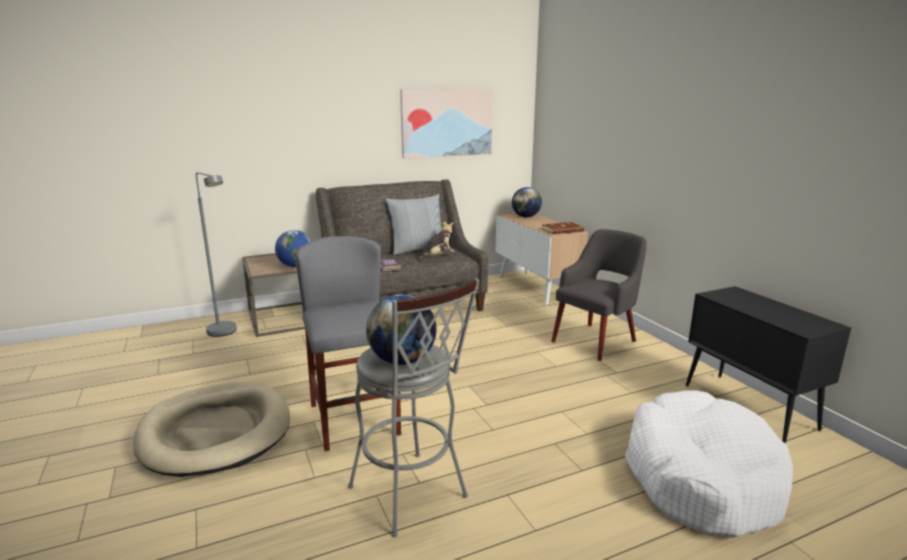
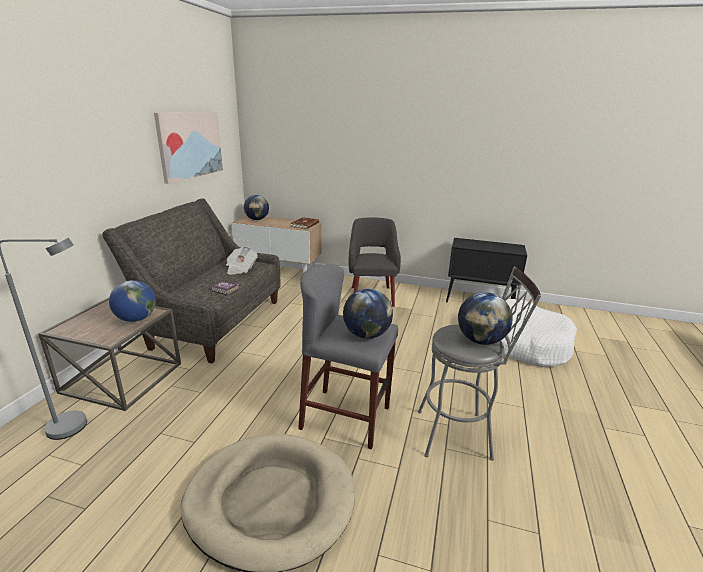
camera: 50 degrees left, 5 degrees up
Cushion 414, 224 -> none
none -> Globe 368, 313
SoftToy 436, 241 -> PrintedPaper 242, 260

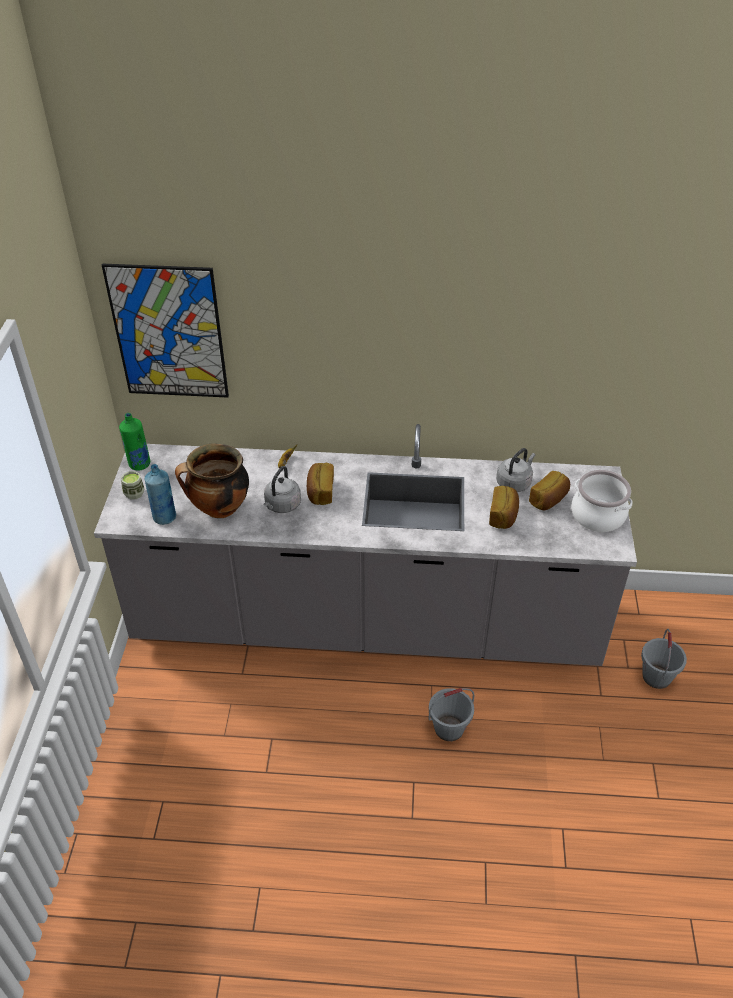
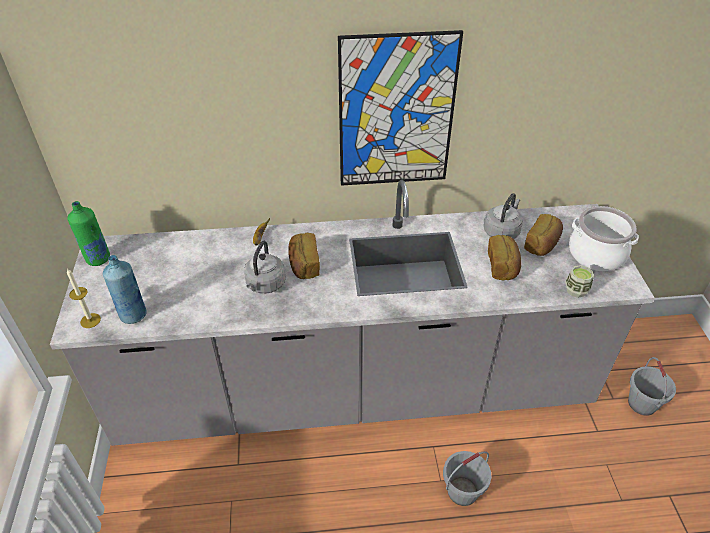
camera: 10 degrees left, 0 degrees up
Stockpot 212, 480 -> none
none -> WaxCandle 84, 298
Picture 165, 331 -> Picture 400, 108, moved
DrinkingCup 133, 485 -> DrinkingCup 579, 281, moved

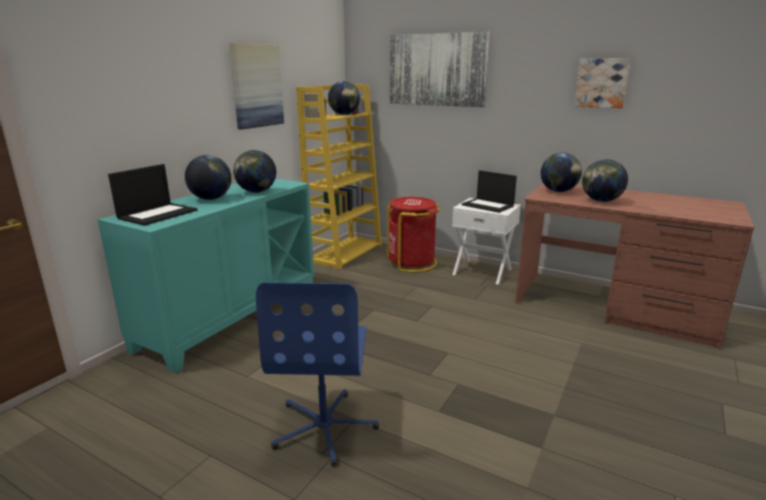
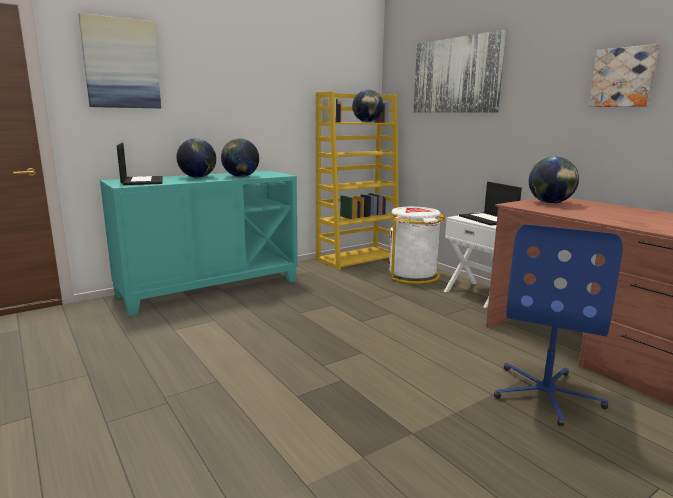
camera: 25 degrees right, 5 degrees down
Globe 605, 180 -> none
Picture 256, 86 -> Picture 119, 60, moved
BlueColouredOfficeChair 317, 374 -> BlueColouredOfficeChair 558, 325, moved
RedColouredRubbishBin 413, 234 -> WhitishRubbishBin 417, 245
PortableComputer 152, 195 -> PortableComputer 140, 164, 75 degrees counterclockwise

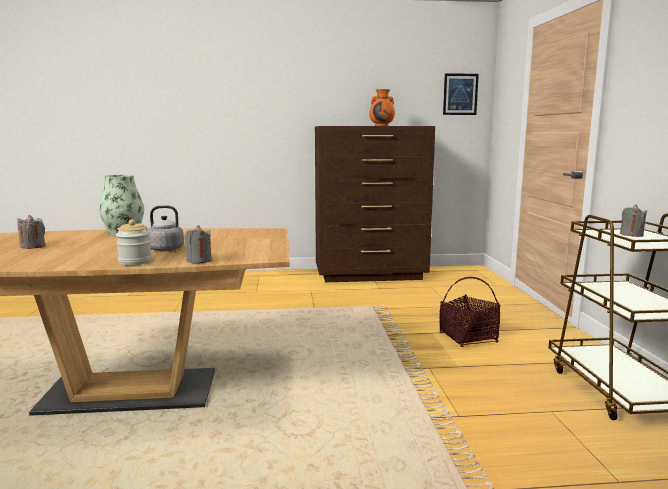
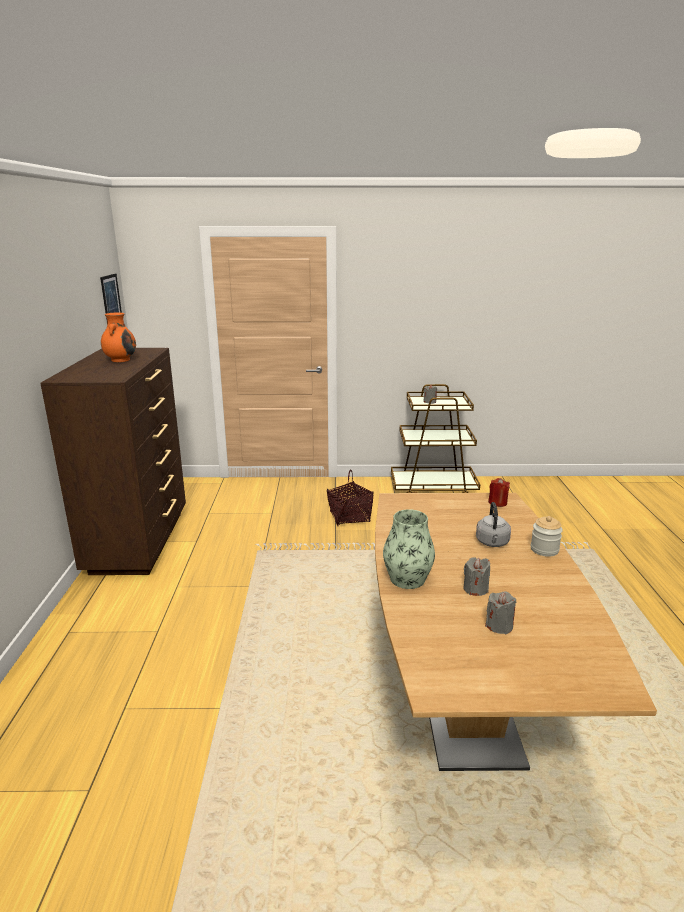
camera: 85 degrees left, 10 degrees up
none -> RedColouredWaxCandle 499, 492
GreyishWaxCandle 198, 244 -> GreyishWaxCandle 476, 576, moved

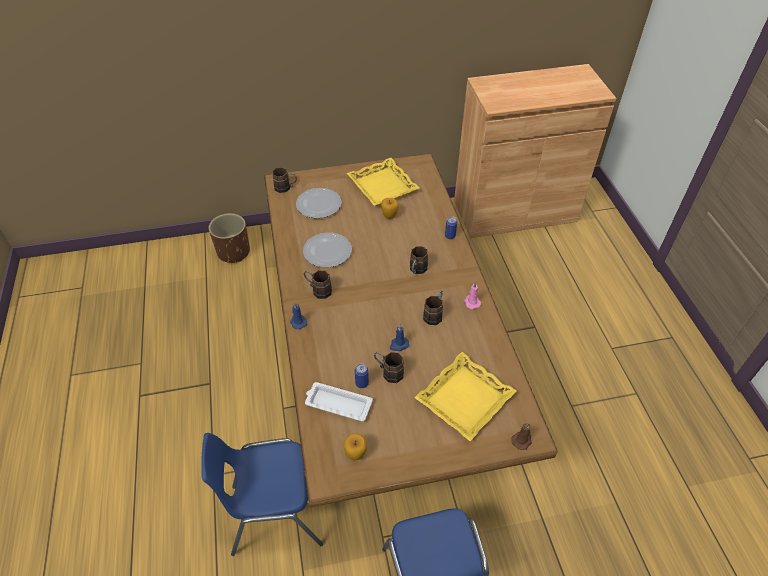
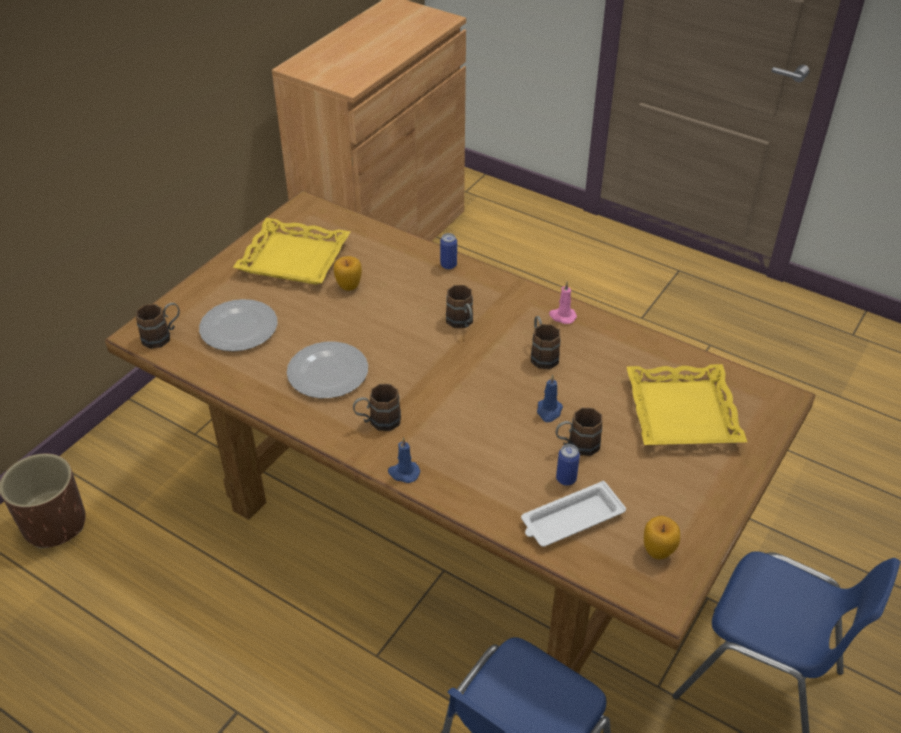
camera: 45 degrees left, 5 degrees down
BrownWaxCandle 521, 436 -> none

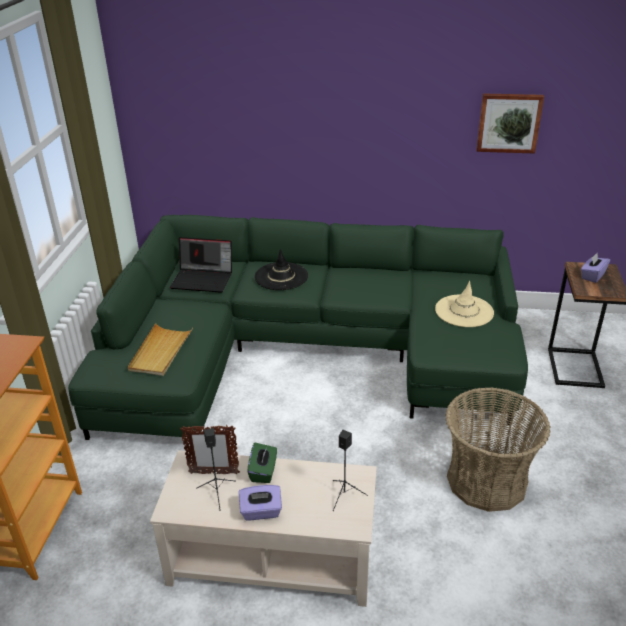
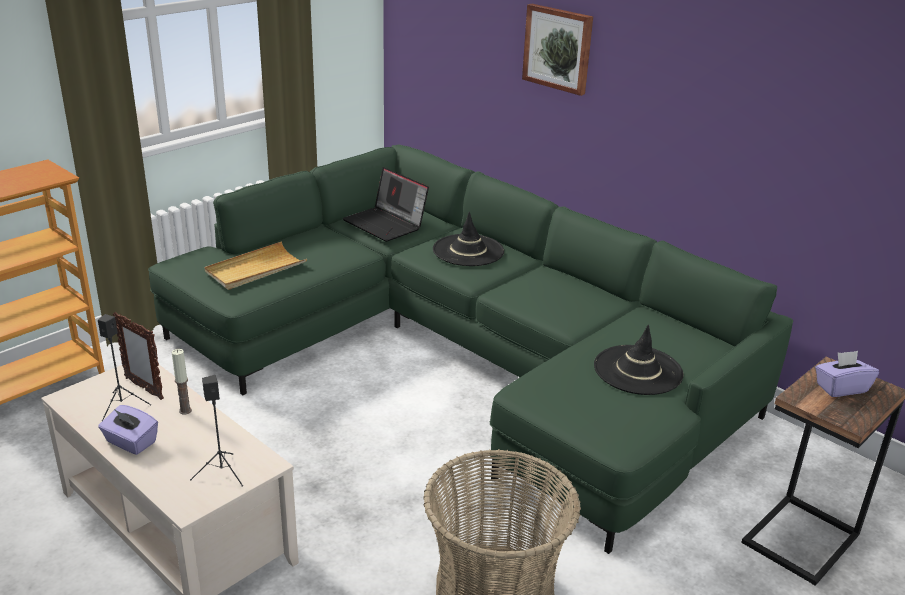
camera: 35 degrees right, 5 degrees down
Picture 510, 124 -> Picture 557, 50, moved
GreenishTissueBox 262, 463 -> WaxCandle 182, 382
BeigeClothingHat 464, 304 -> BlackishClothingHat 639, 359

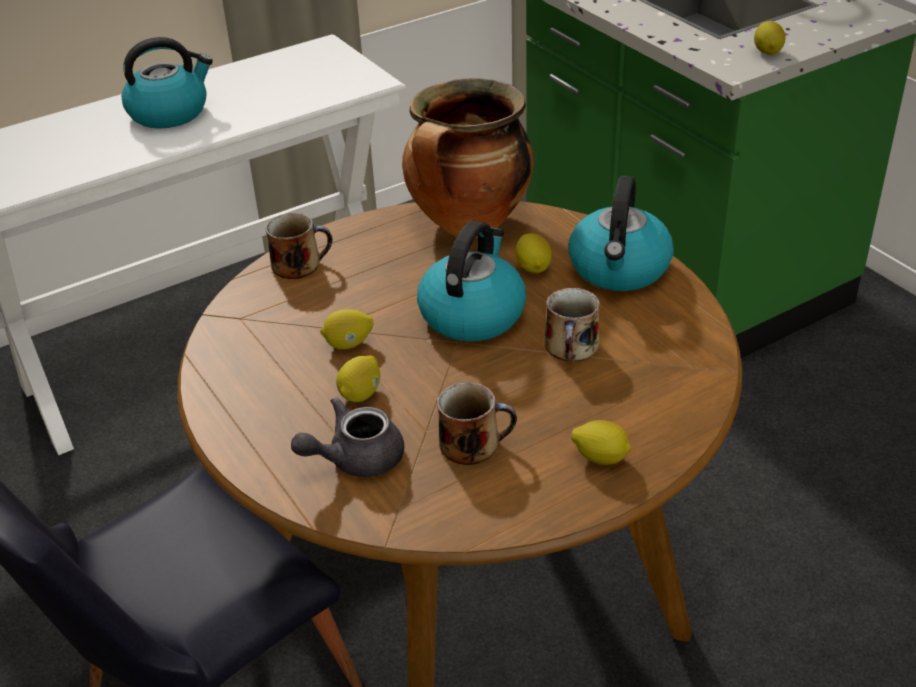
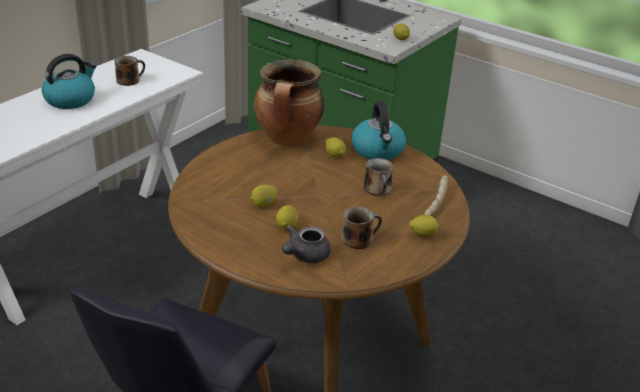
camera: 25 degrees left, 5 degrees down
TeaKettle 471, 281 -> none
none -> Bread 436, 195
CoffeeMug 299, 246 -> CoffeeMug 129, 71, moved

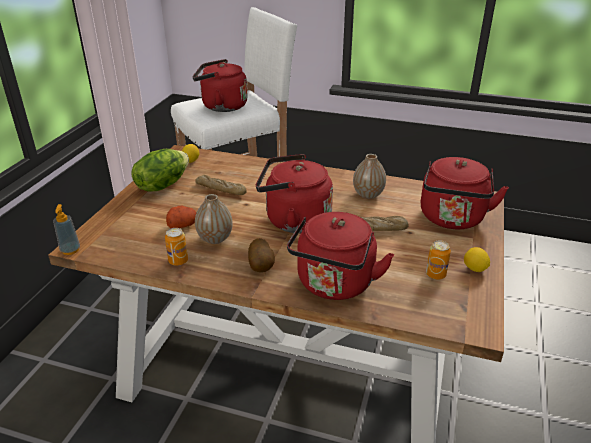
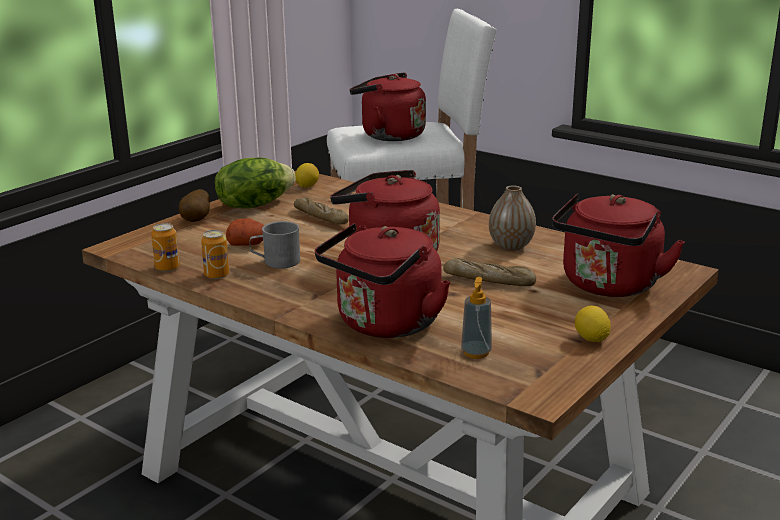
camera: 20 degrees right, 10 degrees down
LiquidSoapBottle 66, 229 -> LiquidSoapBottle 476, 318, moved
Spud 261, 255 -> Spud 194, 205, moved
SealedCan 438, 260 -> SealedCan 165, 247, moved
Vase 214, 219 -> GreyishCoffeeMug 274, 245

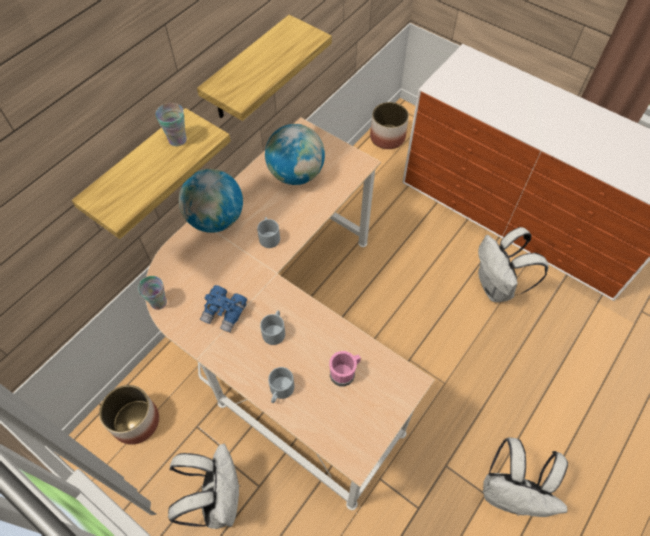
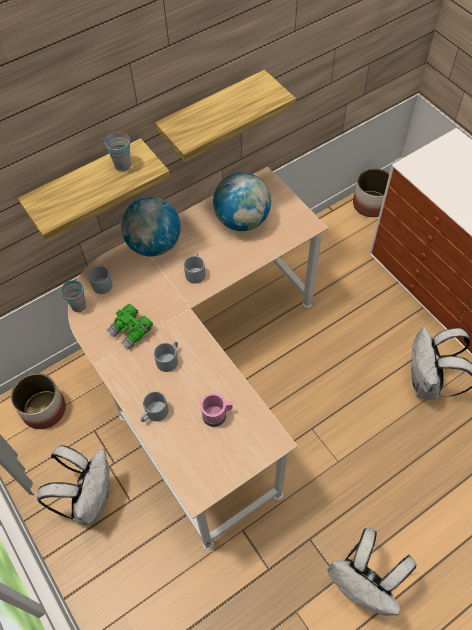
camera: 20 degrees right, 0 degrees up
none -> GreyishCoffeeMug 100, 279
BlueColouredBinoculars 223, 309 -> GreenishBinoculars 130, 327

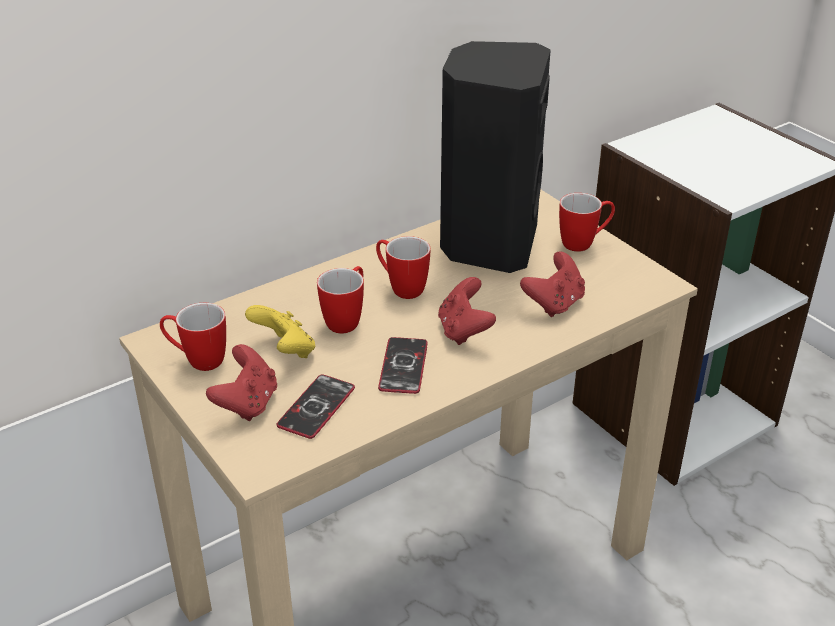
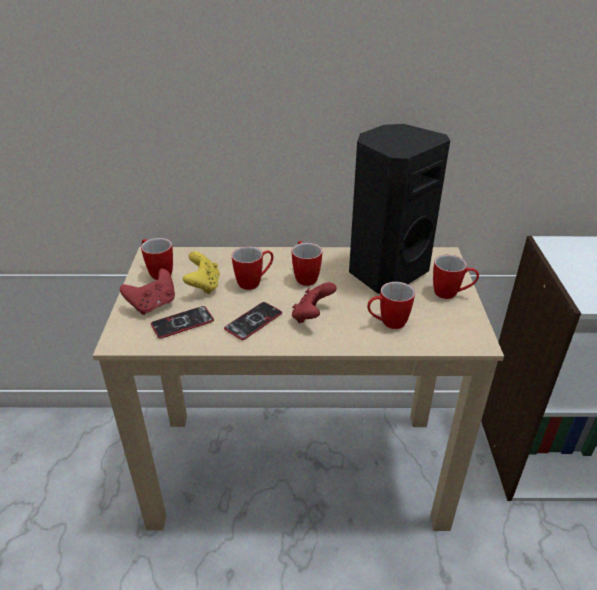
camera: 35 degrees right, 0 degrees up
RedColouredGameController 552, 284 -> CoffeeMug 391, 305

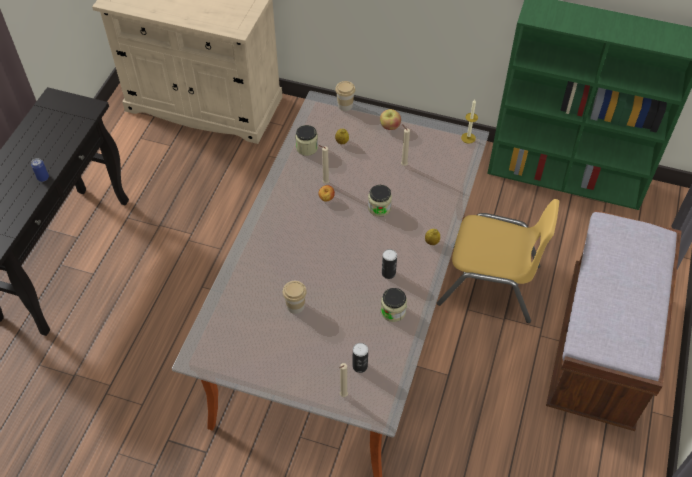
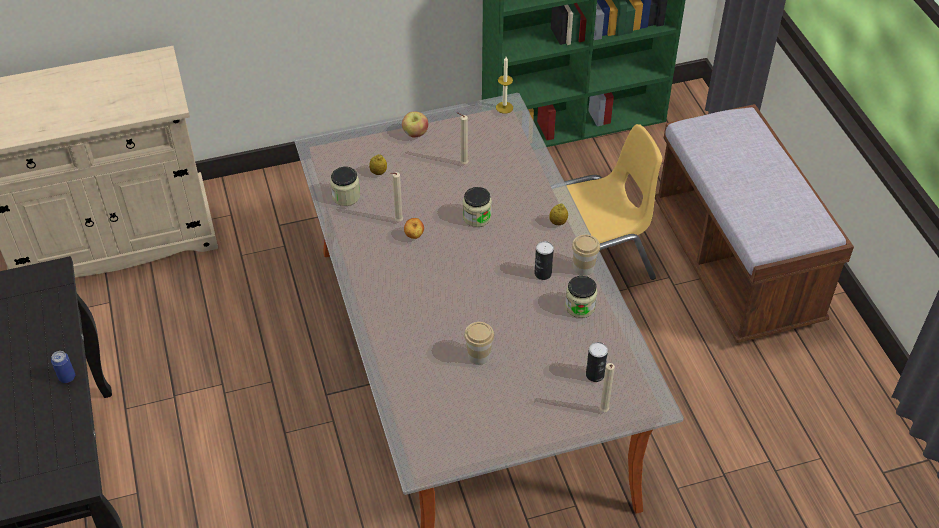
camera: 35 degrees left, 5 degrees down
DrinkingCup 345, 96 -> DrinkingCup 586, 255, moved

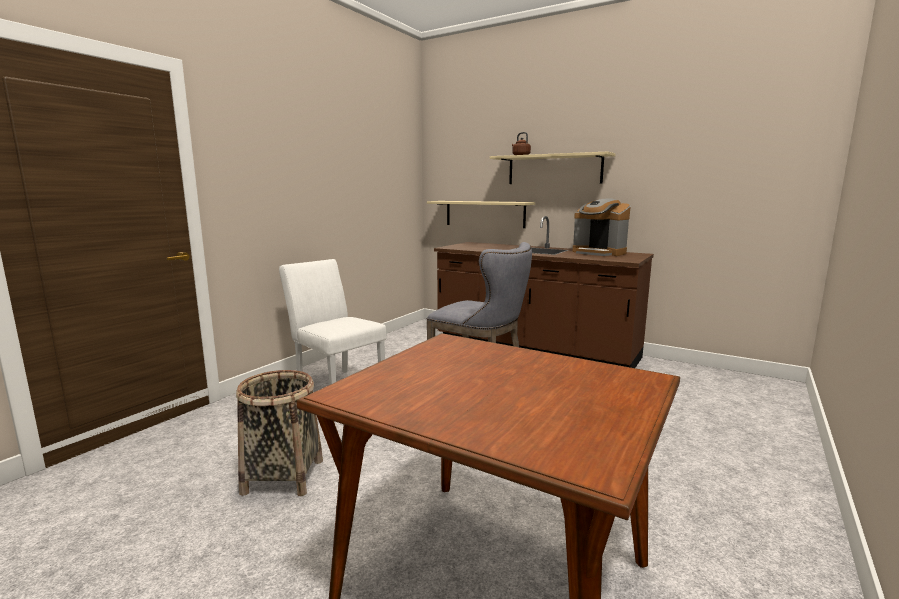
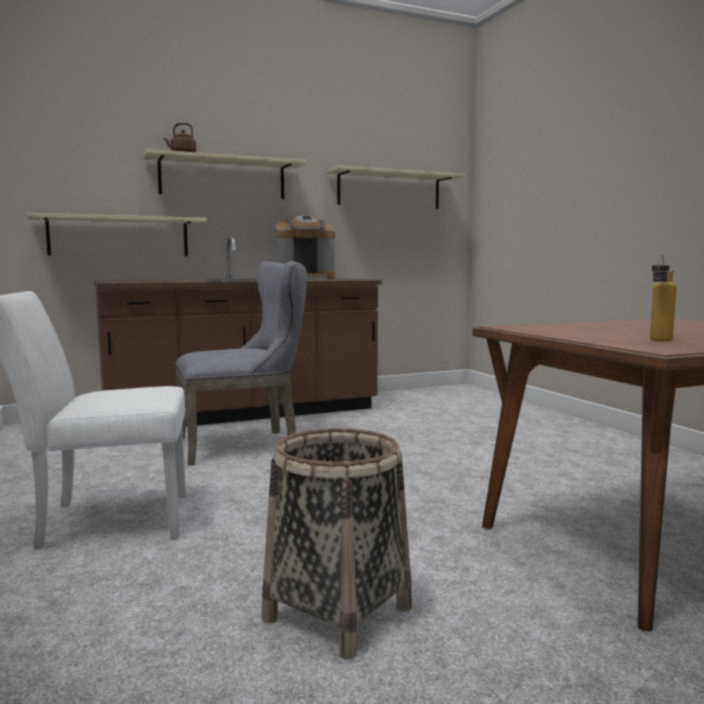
camera: 55 degrees left, 5 degrees down
none -> BeigeBracketShelf 396, 187
none -> Bottle 663, 298

